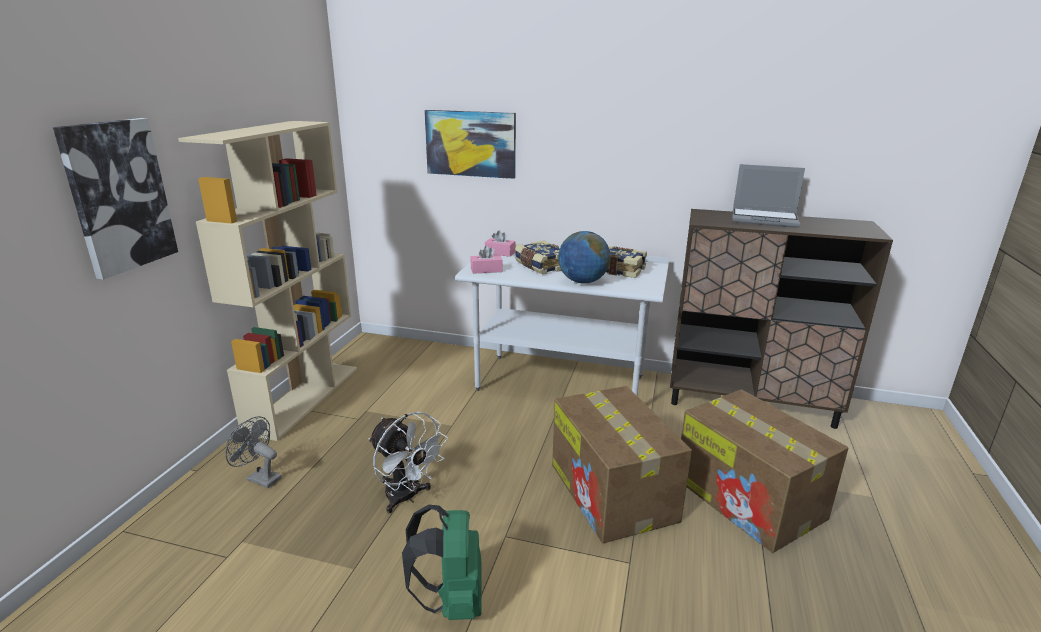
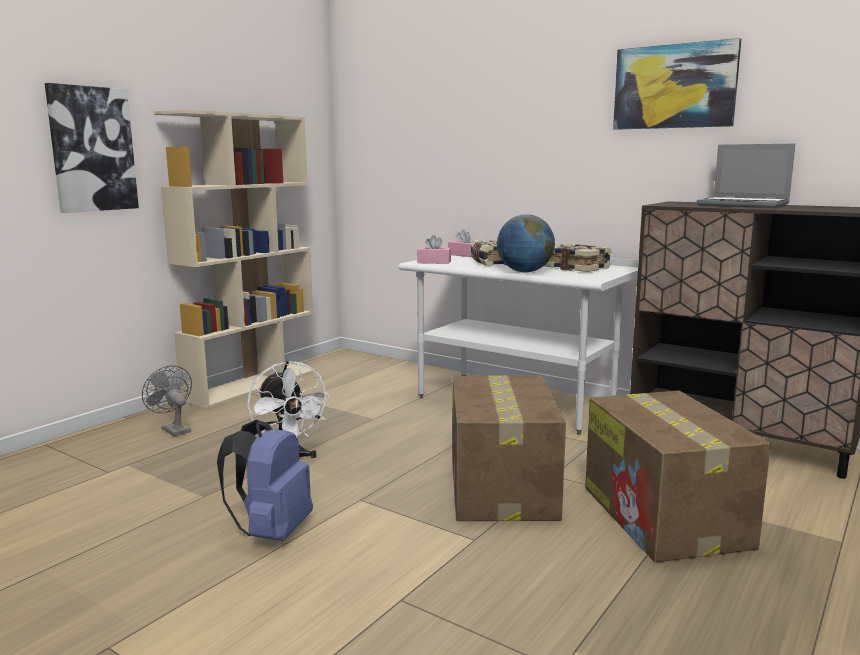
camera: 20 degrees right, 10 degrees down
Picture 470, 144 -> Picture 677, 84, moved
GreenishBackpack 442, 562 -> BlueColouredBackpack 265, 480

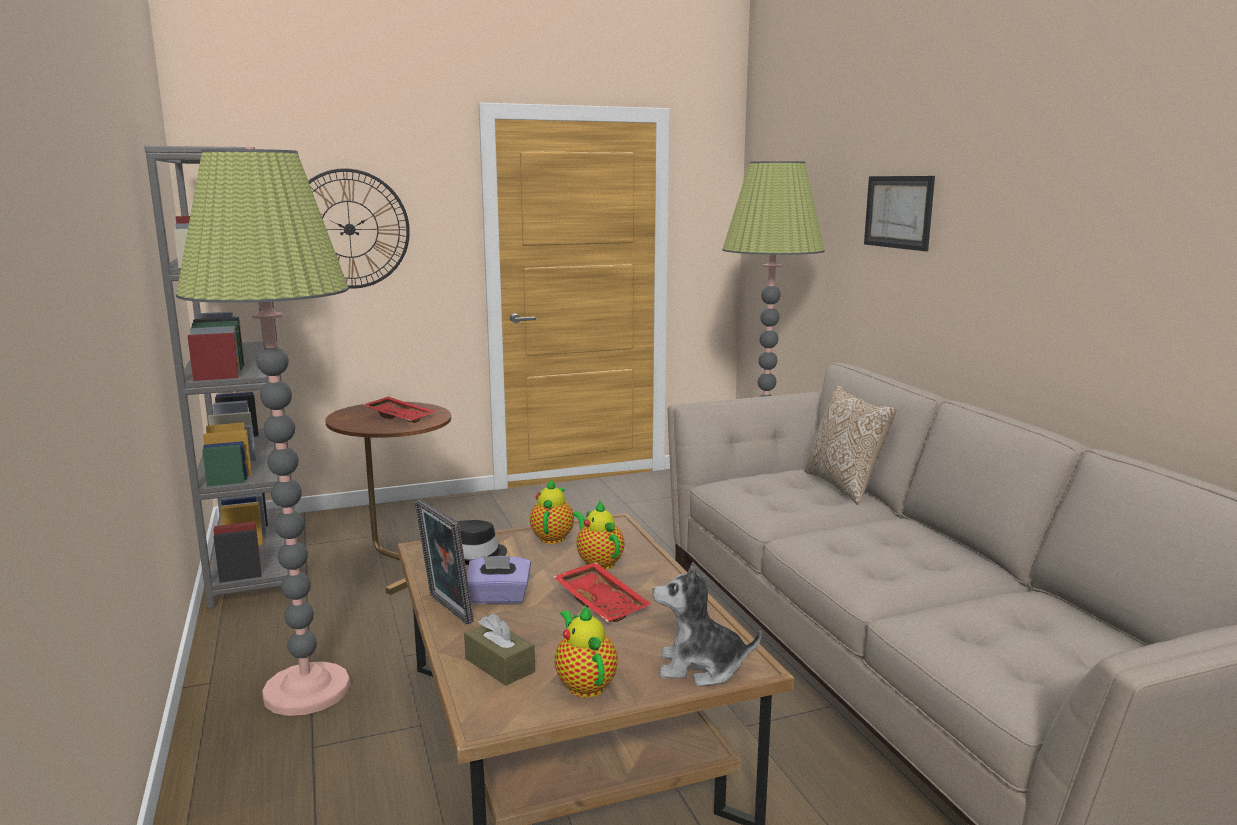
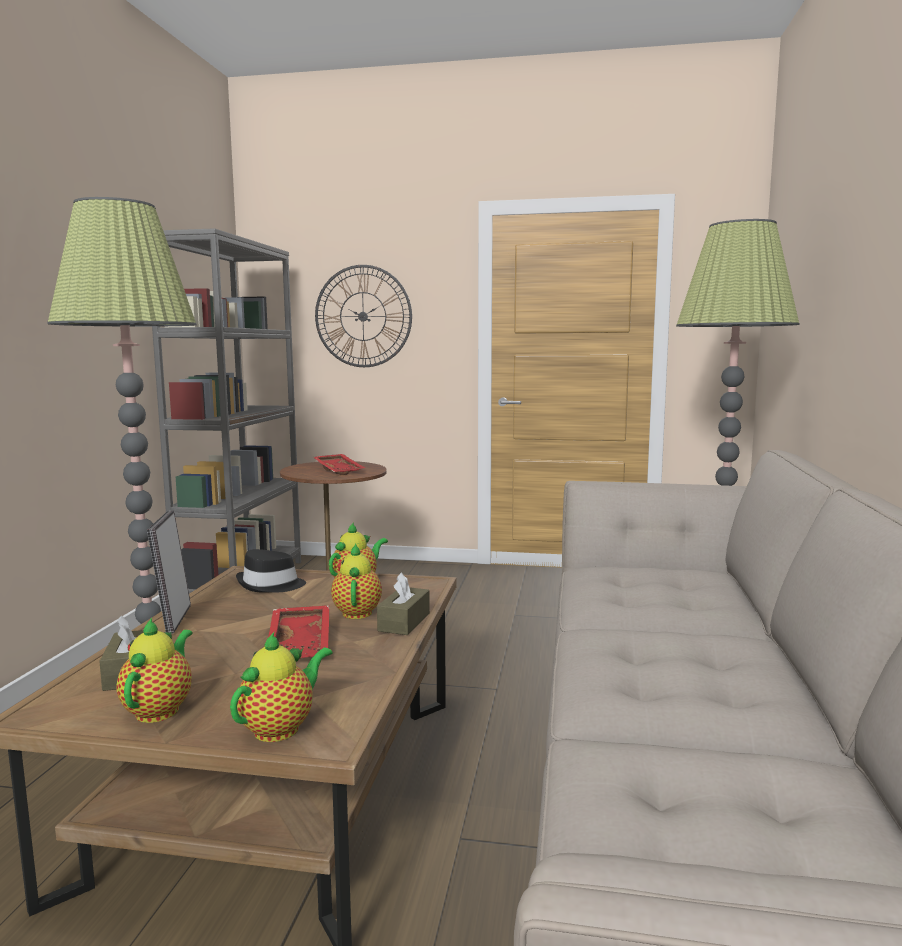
camera: 30 degrees right, 5 degrees down
PurpleColouredTissueBox 499, 580 -> none
Cushion 850, 445 -> none
Picture 899, 213 -> none
none -> BrownTissueBox 403, 603
SoftToy 707, 624 -> PotForTea 281, 687

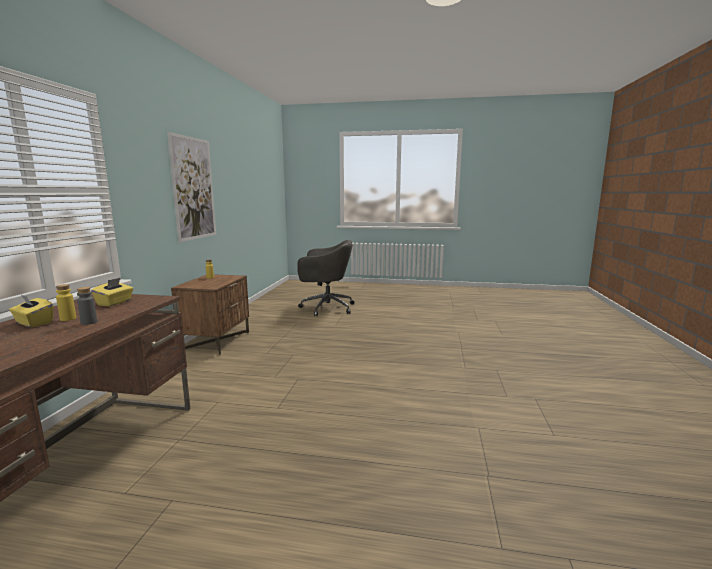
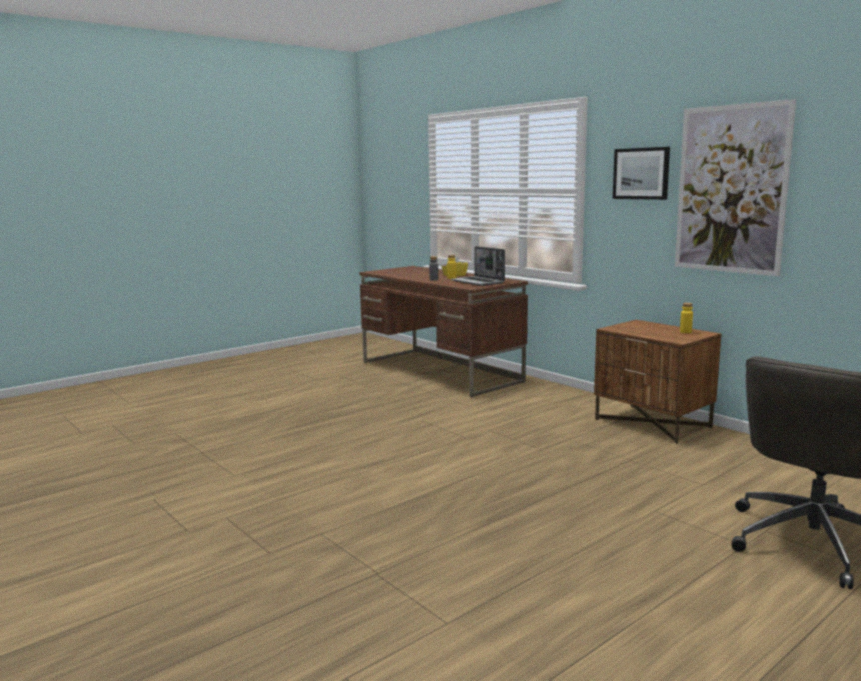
camera: 130 degrees right, 0 degrees up
none -> Picture 641, 173
YellowColouredTissueBox 112, 292 -> PortableComputer 478, 266

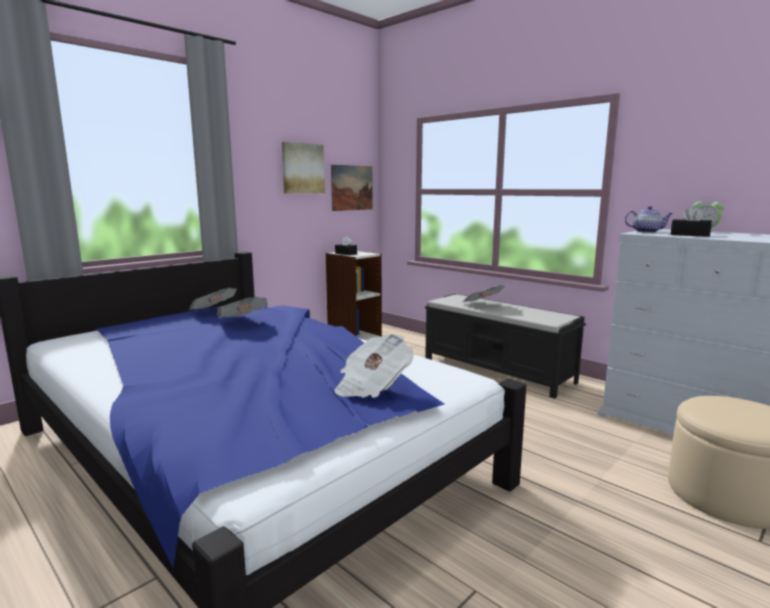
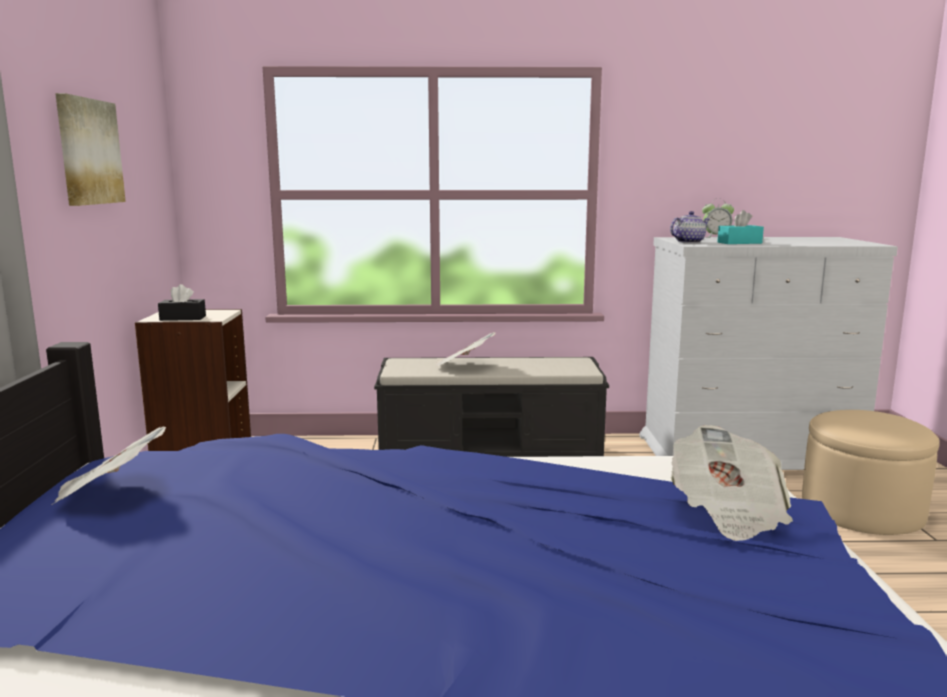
camera: 45 degrees left, 0 degrees up
PrintedPaper 242, 307 -> none
Picture 352, 188 -> none
BlackishTissueBox 691, 221 -> TurquoiseTissueBox 740, 227

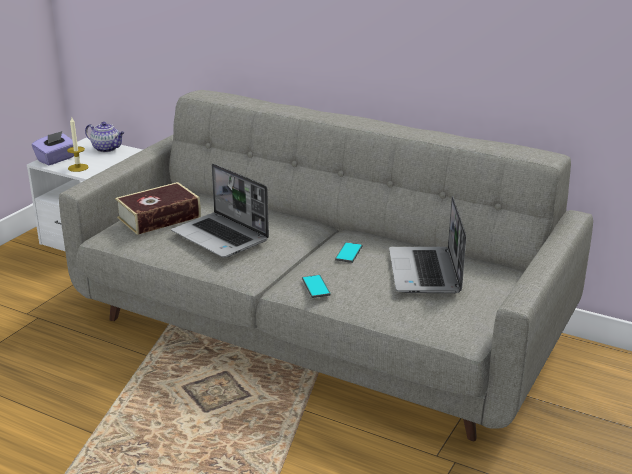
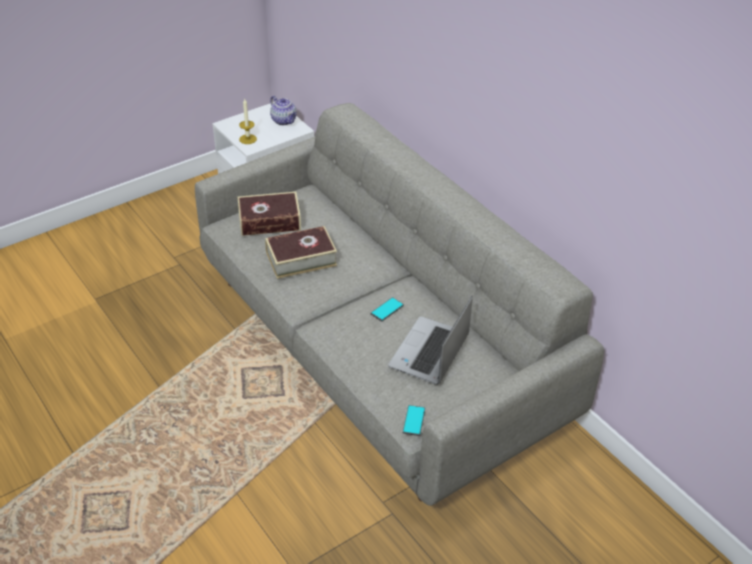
camera: 25 degrees right, 15 degrees up
PurpleColouredTissueBox 53, 148 -> none
Handset 316, 286 -> Handset 414, 420, moved
PortableComputer 220, 211 -> Book 301, 252

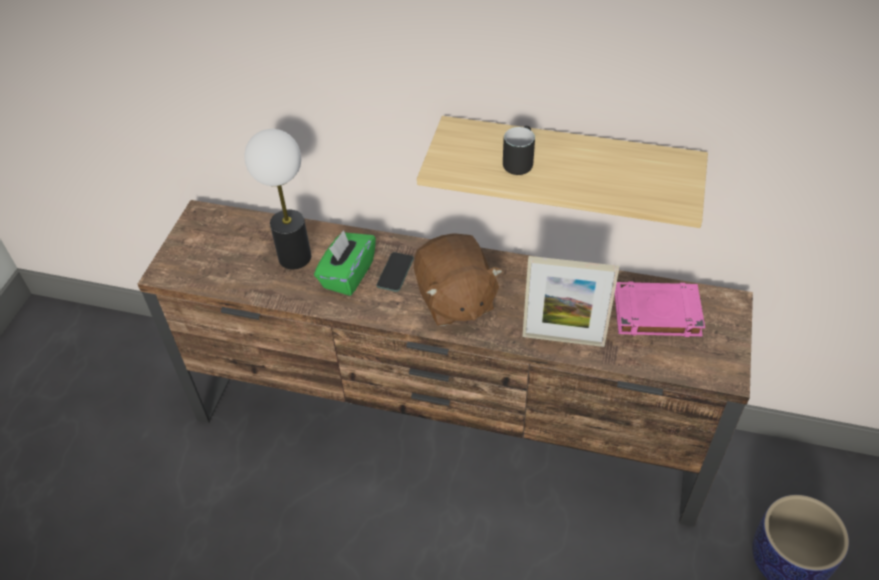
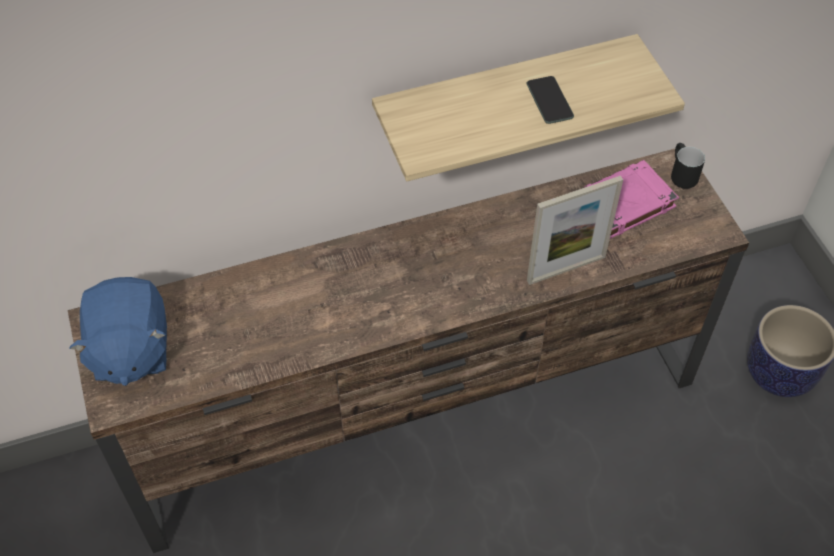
camera: 35 degrees left, 5 degrees up
LampForATable 277, 199 -> none
GreenishTissueBox 345, 263 -> none
BrownSoftToy 458, 279 -> none
none -> BlueColouredSoftToy 118, 331
Handset 395, 272 -> Handset 550, 100, moved
BlackishCoffeeMug 519, 150 -> BlackishCoffeeMug 688, 166, moved

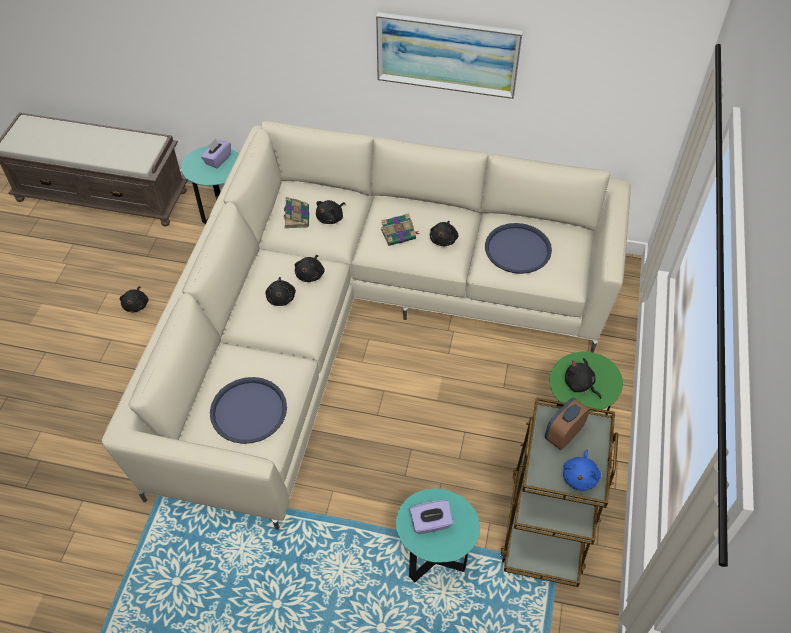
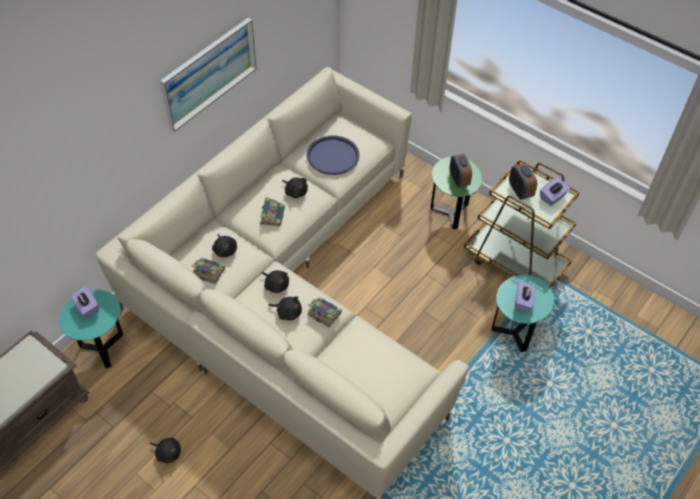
camera: 65 degrees left, 0 degrees up
BlueColouredTray 248, 410 -> none
none -> Book 324, 312
BlueColouredSoftToy 582, 470 -> PurpleColouredTissueBox 555, 191
BlackishSoftToy 583, 378 -> TableClock 461, 170

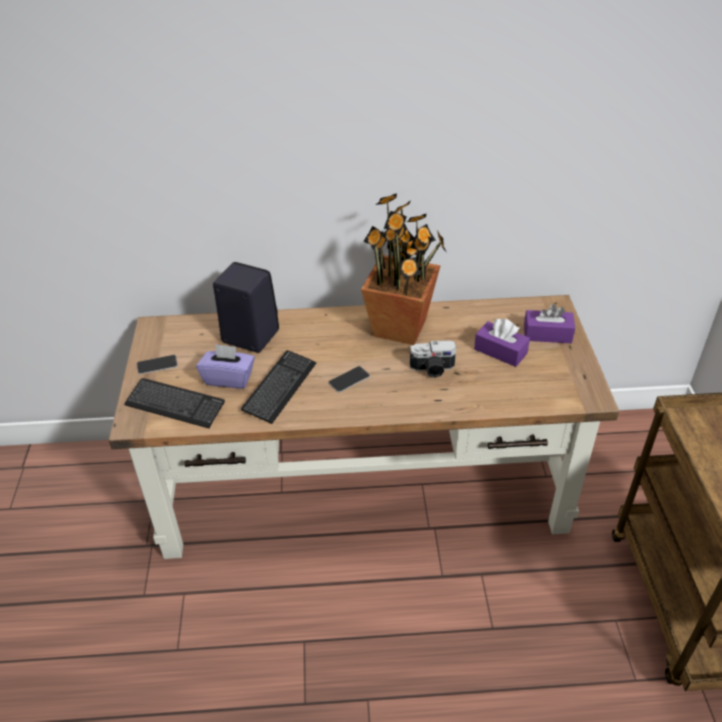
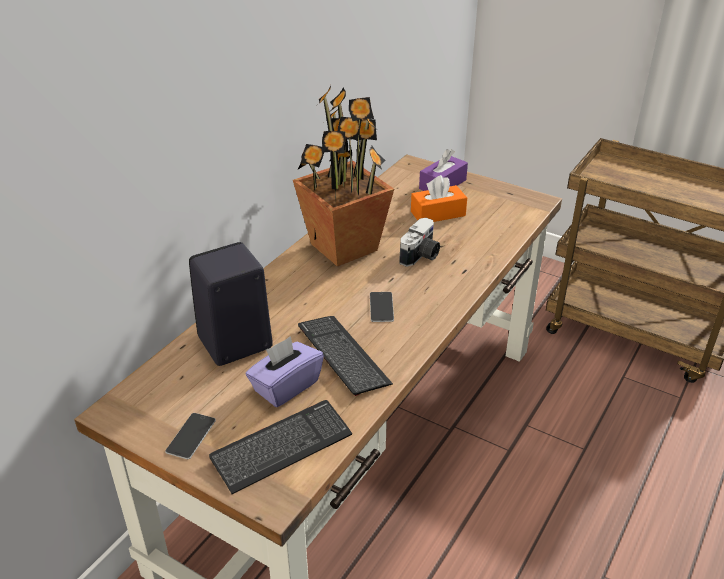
camera: 55 degrees left, 5 degrees down
PurpleColouredTissueBox 502, 343 -> OrangeyTissueBox 439, 198

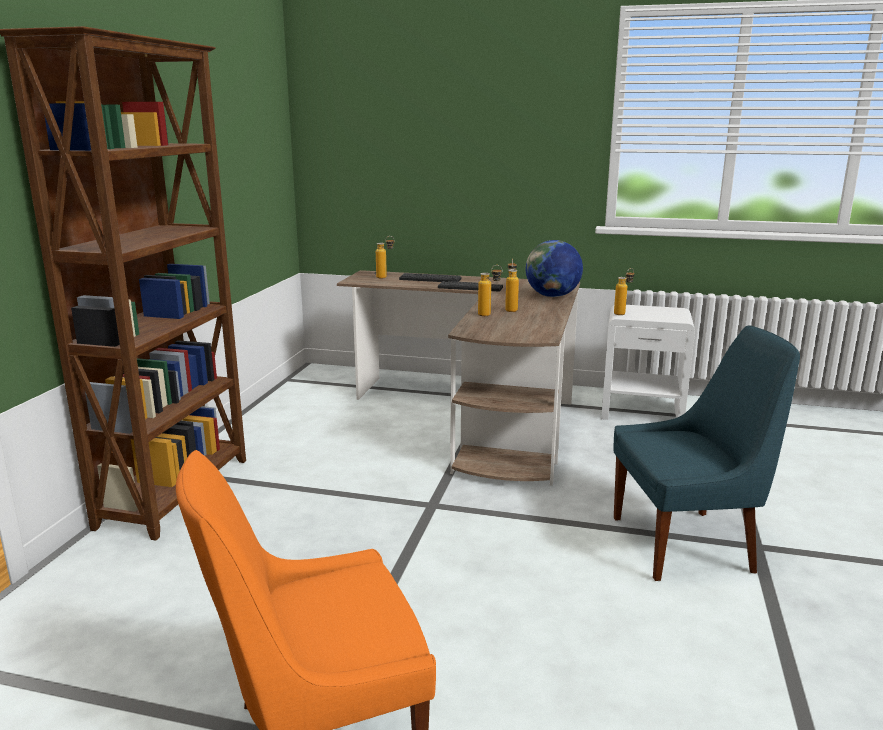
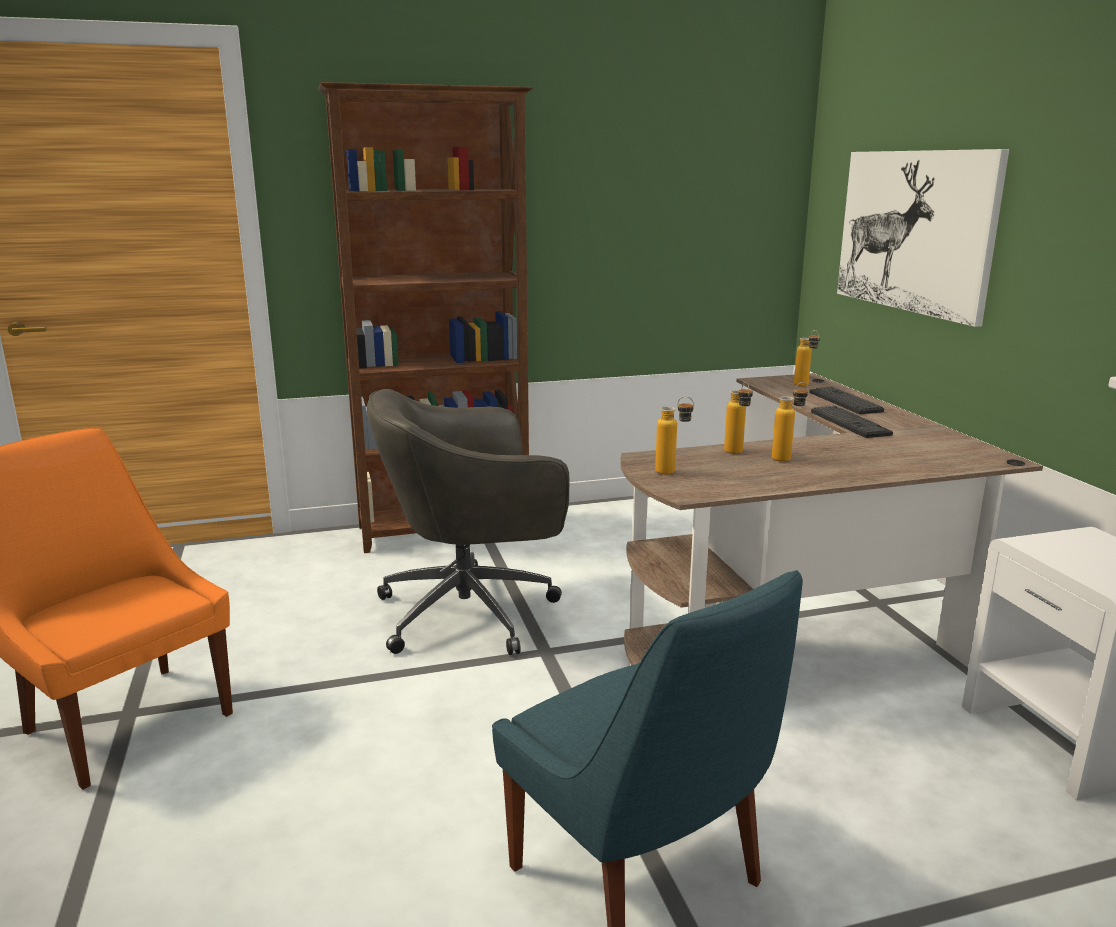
camera: 60 degrees right, 0 degrees up
Globe 554, 268 -> none
none -> GreyishOfficeChair 468, 522
none -> Picture 923, 238
Bottle 624, 291 -> Bottle 674, 435, moved

